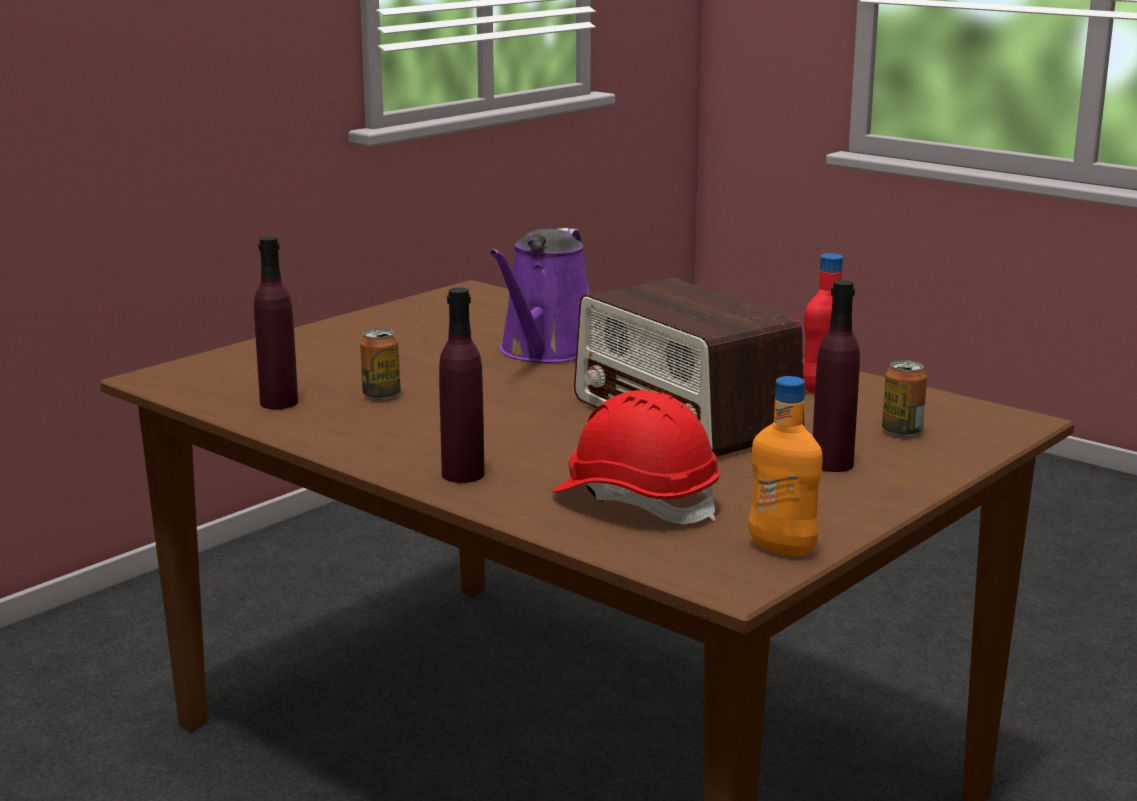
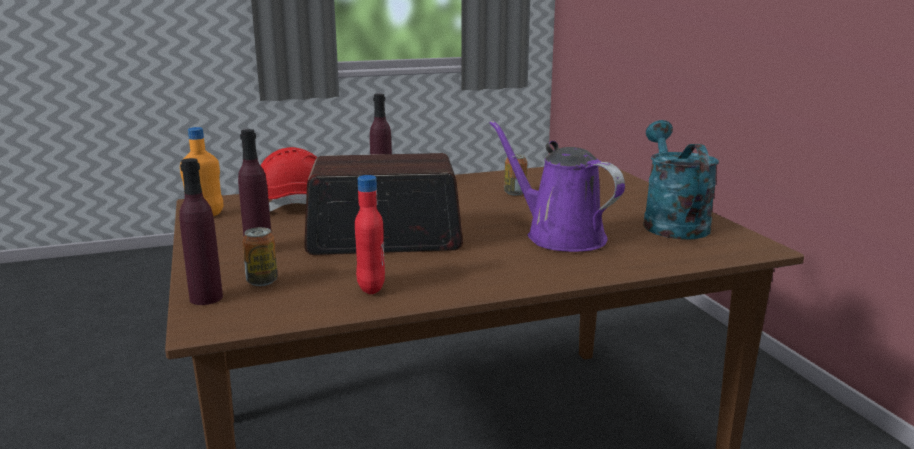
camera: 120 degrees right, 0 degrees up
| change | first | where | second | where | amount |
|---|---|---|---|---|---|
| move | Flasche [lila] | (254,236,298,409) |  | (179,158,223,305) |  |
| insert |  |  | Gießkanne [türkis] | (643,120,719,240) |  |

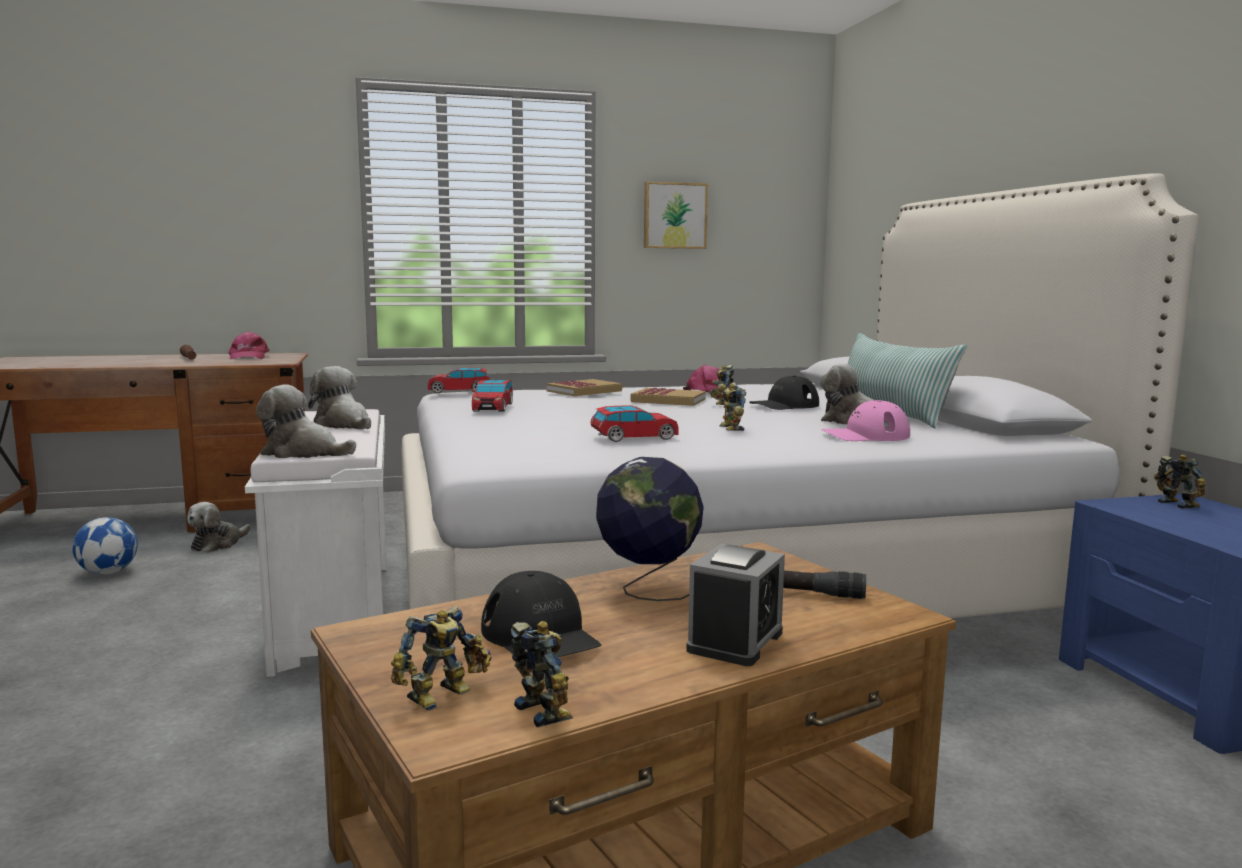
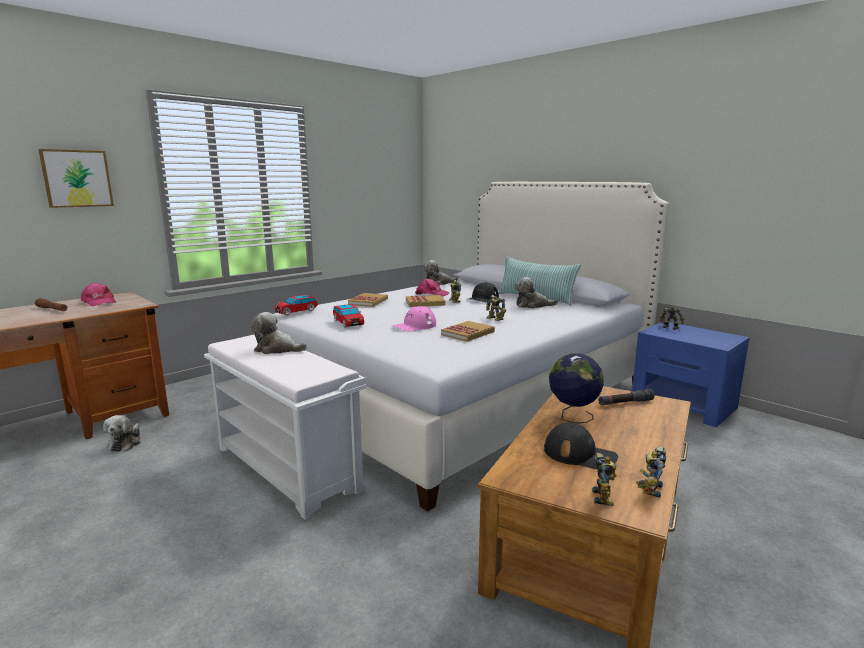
camera: 30 degrees left, 5 degrees up
| change | first | where | second | where | amount |
|---|---|---|---|---|---|
| move | Bild | (644,181,708,249) |  | (39,149,114,208) |  |
| move | Kappe [rosa] | (821,400,910,441) |  | (392,306,436,332) |  |
| move | Plüschtier | (256,385,356,458) |  | (423,260,458,285) |  |
| replace | Spielzeugauto | (590,405,679,442) | Buch | (441,321,495,342) |  |
| rotate | Spielzeugroboter | (511,621,573,728) |  | (636,446,666,498) | 90 degrees counterclockwise |
| delete | Fußball | (72,517,138,574) |  |  |  |
| delete | Wecker | (686,544,785,666) |  |  |  |

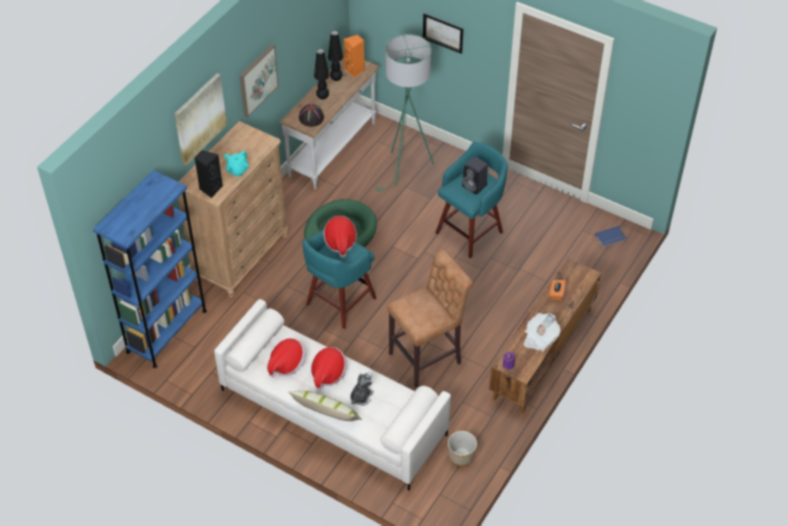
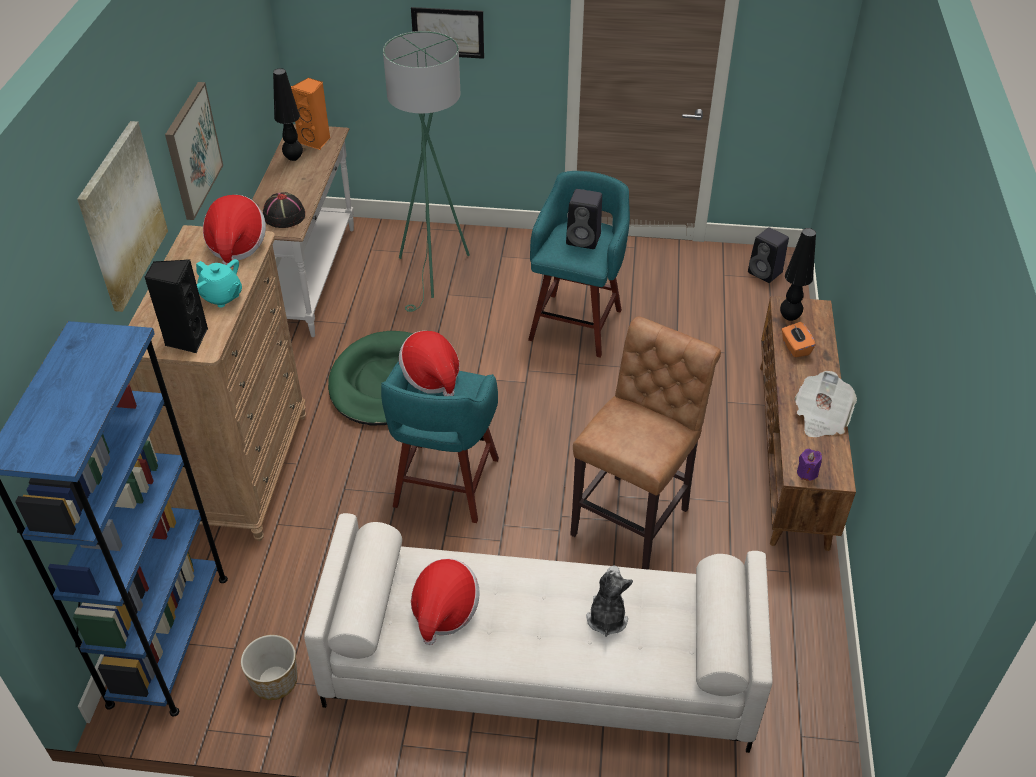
camera: 25 degrees left, 5 degrees down
| change | first | where | second | where | amount |
|---|---|---|---|---|---|
| rotate | Teekanne [türkis] | (224,150,249,177) |  | (196,259,242,308) | 60 degrees counterclockwise |
| move | Hut | (311,347,347,390) |  | (203,195,266,268) |  |
| move | Pflanzkübel | (448,431,477,466) |  | (241,635,298,700) |  |
| replace | Buch [blau] | (595,226,627,248) | Lautsprecher [schwarz] | (748,227,789,283) |  |
| move | Tischlampe [schwarz] | (314,49,330,100) |  | (780,228,816,321) |  |
| delete | Kissen | (289,390,362,421) |  |  |  |

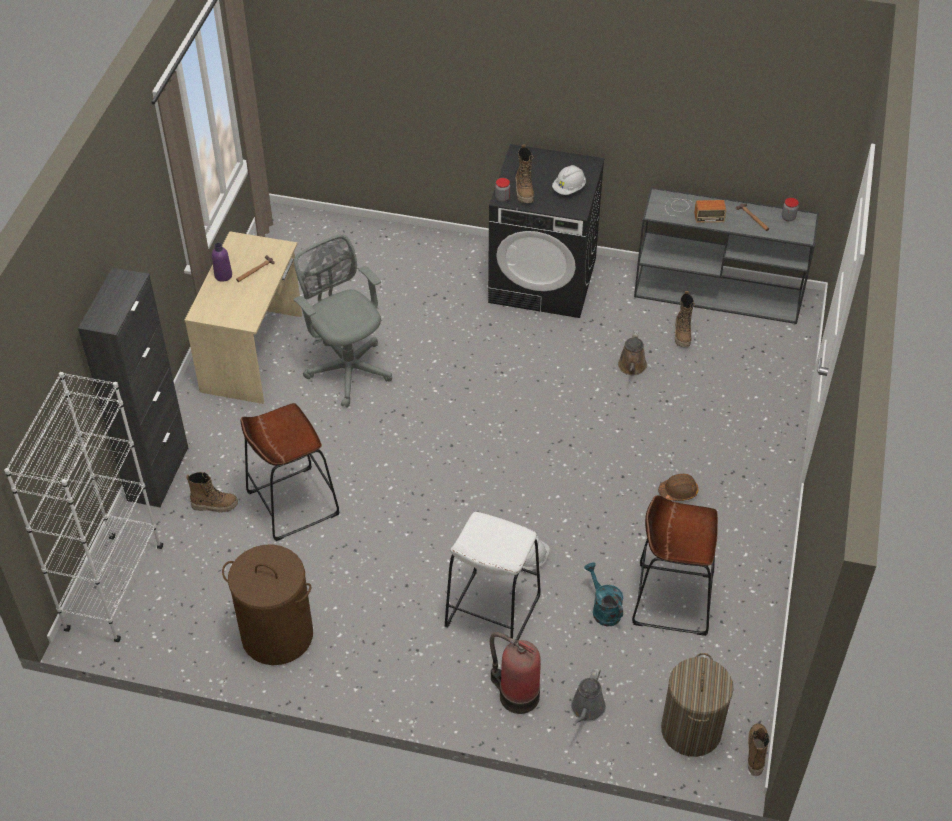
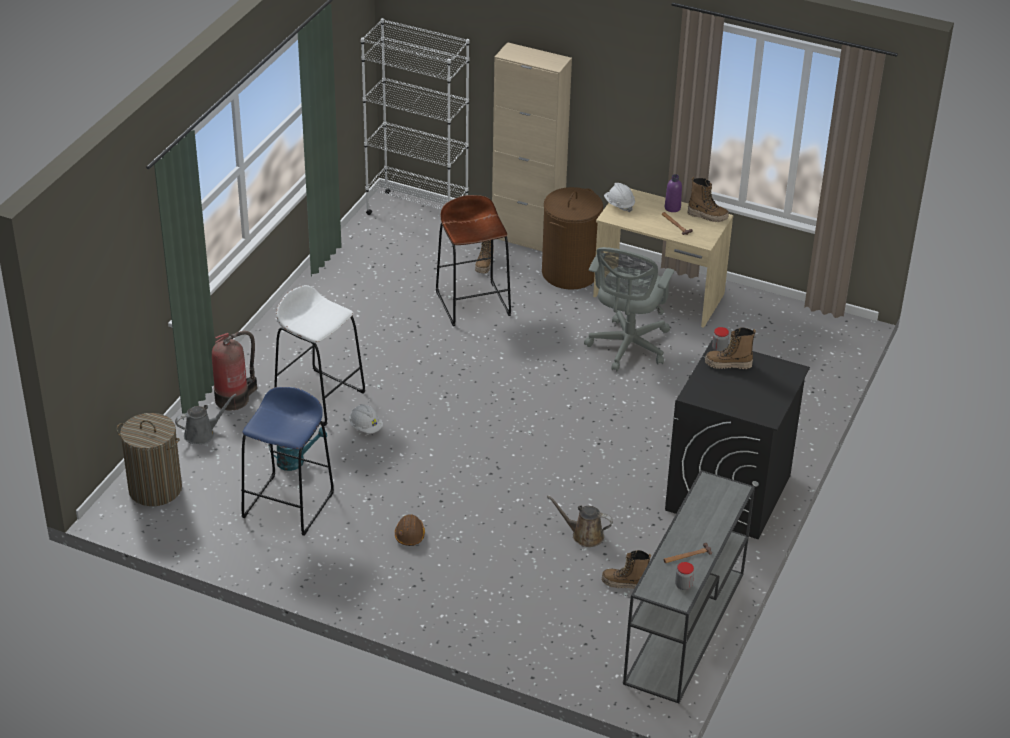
camera: 100 degrees right, 10 degrees down
| change | first | where | second | where | amount |
|---|---|---|---|---|---|
| rotate | Gießkanne [grau] | (571,668,606,726) |  | (175,394,237,444) | 120 degrees clockwise |
| recolor | Hocker [braun] | (632,495,718,636) | Hocker [blau] | (241,387,334,536) |  |
| recolor | Schrank [schwarz] | (78,268,188,508) | Schrank [beige] | (492,42,572,252) |  |
| move | Wäschekorb [braun] | (222,544,313,665) |  | (542,187,603,290) |  |
| rotate | Bürostuhl [grau] | (293,234,392,408) |  | (584,247,674,371) | 135 degrees clockwise |
| move | Schutzhelm [weiß] | (552,165,586,195) |  | (604,183,635,212) |  |
| move | Stiefel | (748,723,770,776) |  | (687,177,729,222) |  |
| delete | Radio | (665,198,726,223) |  |  |  |

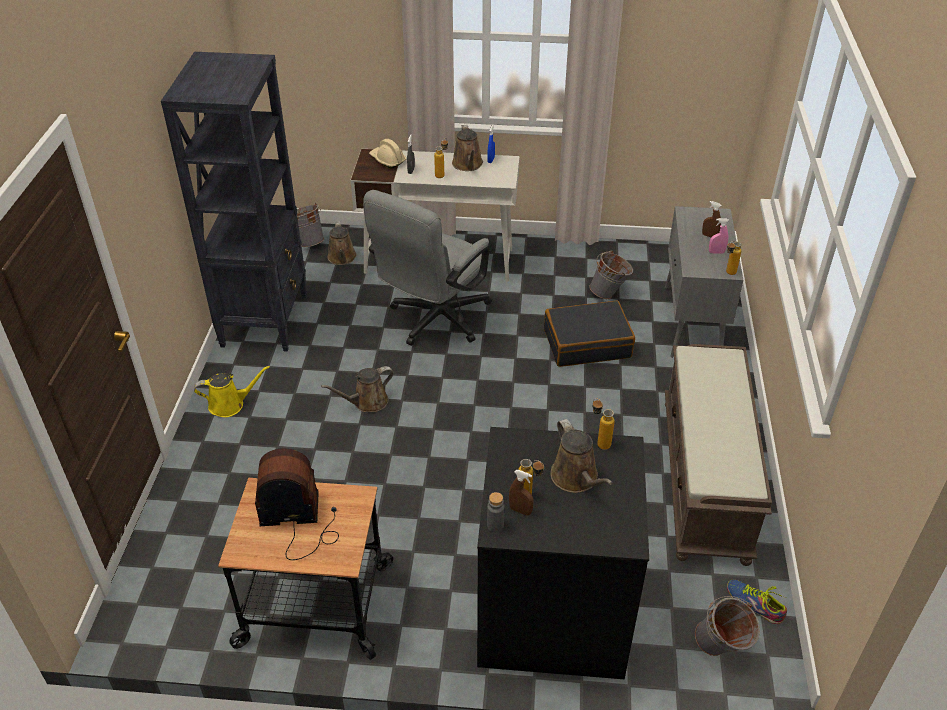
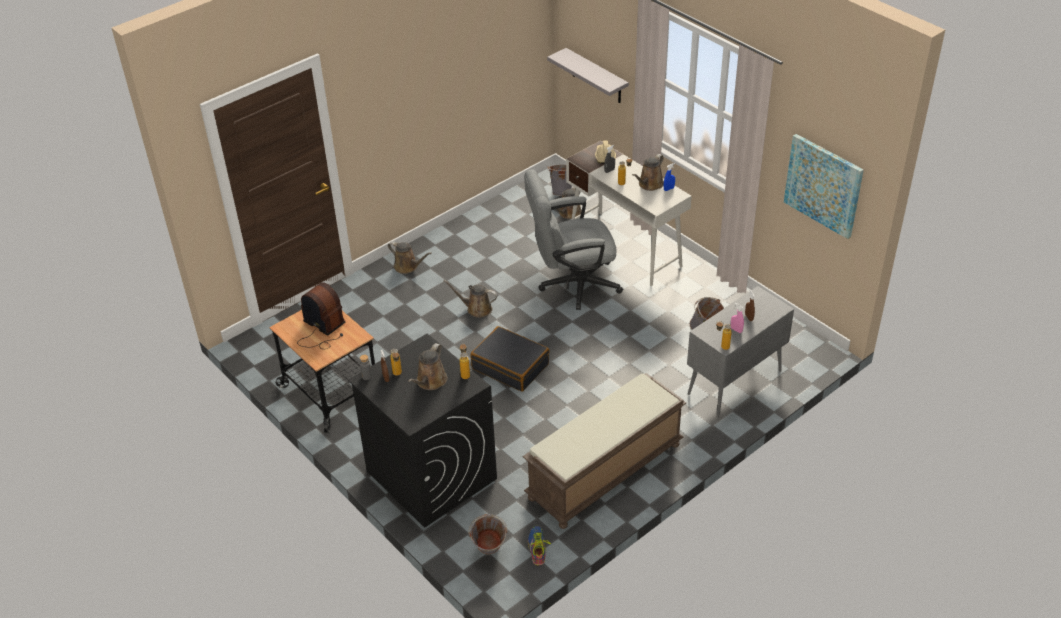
camera: 45 degrees right, 0 degrees up
| change | first | where | second | where | amount |
|---|---|---|---|---|---|
| recolor | Gießkanne [gelb] | (194,366,270,417) | Gießkanne [braun] | (388,241,432,274) |  |
| move | Koffer [schwarz] | (544,300,635,367) |  | (470,326,550,392) |  |
| insert |  |  | Wandregal [grau] | (547,48,629,103) |  |
| insert |  |  | Bild | (784,134,864,239) |  |
| delete | Bücherregal [schwarz] | (161,52,307,352) |  |  |  |

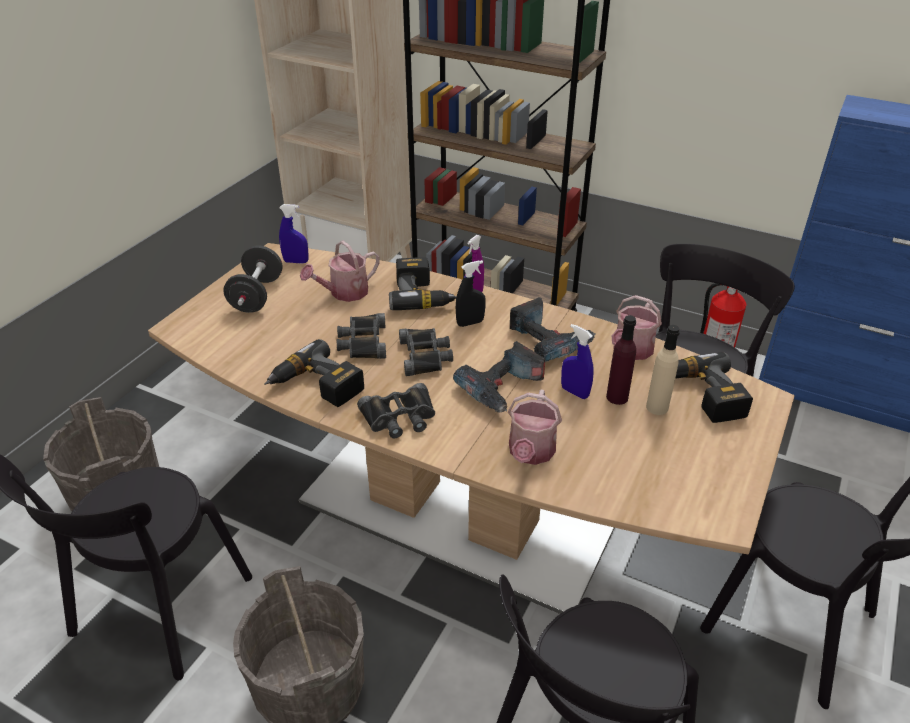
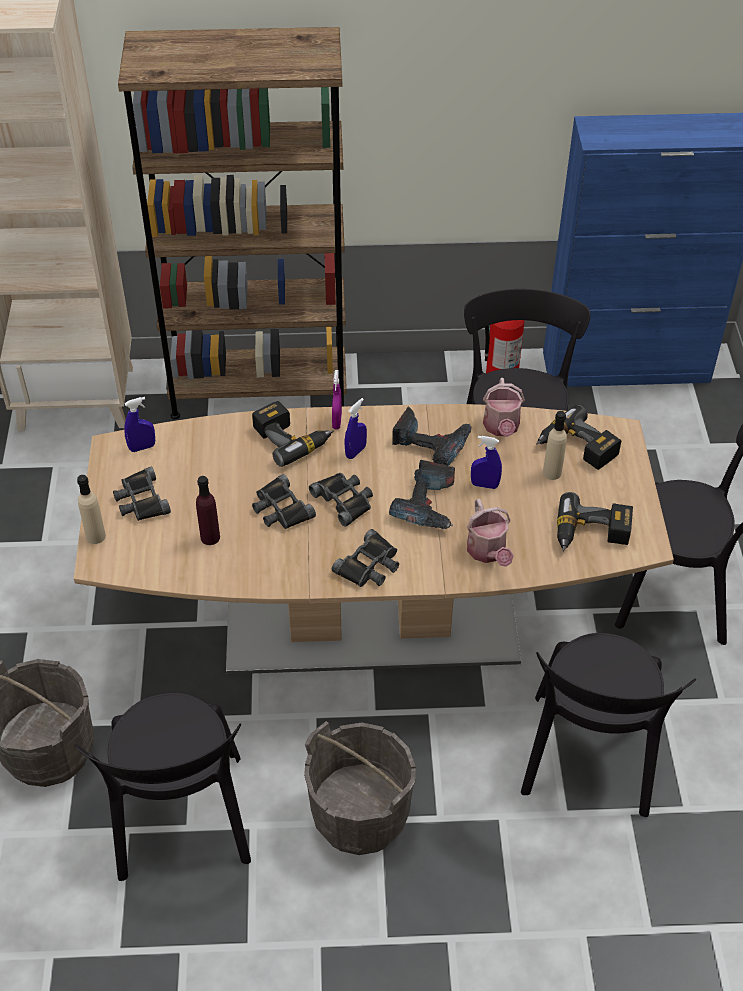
camera: 30 degrees left, 10 degrees up
| change | first | where | second | where | amount |
|---|---|---|---|---|---|
| insert |  |  | Flasche [beige] | (77,475,106,544) |  |
| replace | Hantel [schwarz] | (223,245,283,313) | Fernglas [schwarz] | (113,467,171,521) |  |
| move | Flasche [lila] | (606,315,636,405) |  | (196,476,220,545) |  |
| recolor | Sprühflasche [schwarz] | (456,260,486,327) | Sprühflasche [blau] | (345,398,367,459) |  |
| move | Bohrmaschine | (264,339,364,407) |  | (557,492,633,551) |  |
| delete | Gießkanne | (300,241,380,302) |  |  |  |

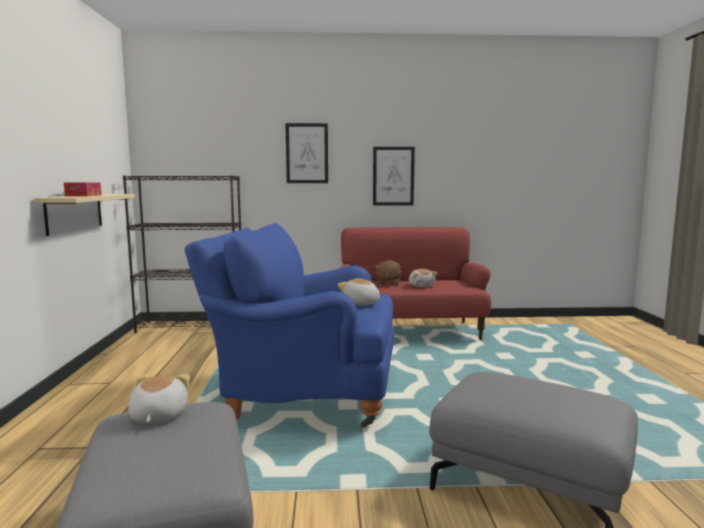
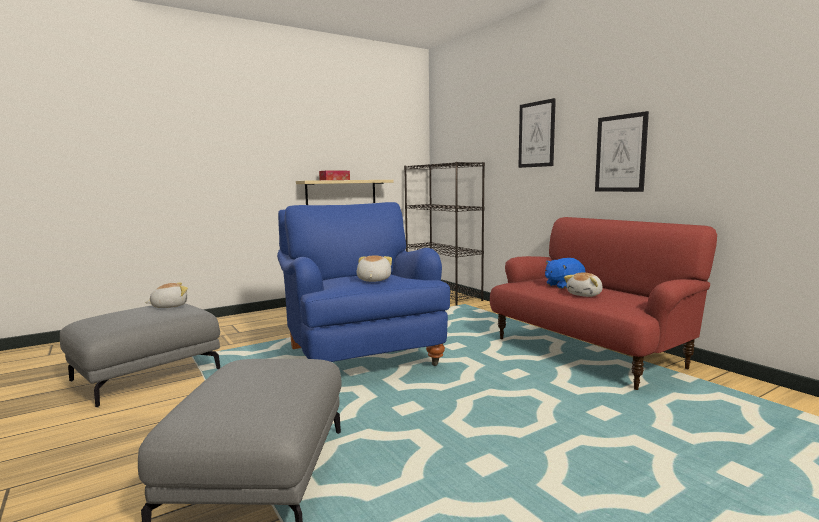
camera: 60 degrees right, 0 degrees up
| change | first | where | second | where | amount |
|---|---|---|---|---|---|
| recolor | Plüschtier [braun] | (375,260,401,286) | Plüschtier [blau] | (545,258,585,289) |  |

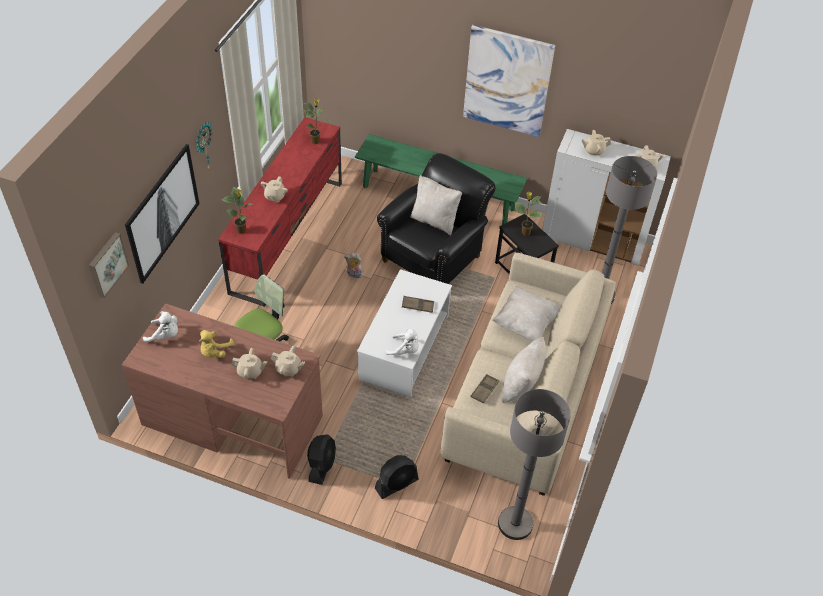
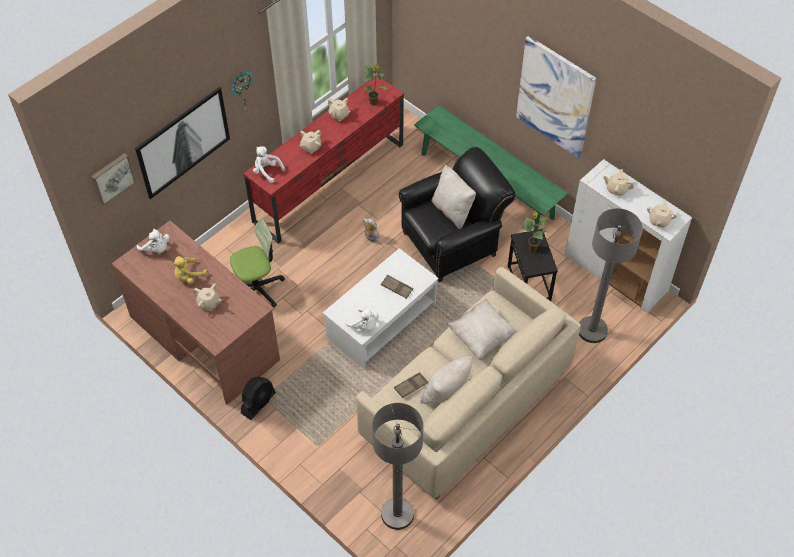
camera: 25 degrees right, 5 degrees up
| change | first | where | second | where | amount |
|---|---|---|---|---|---|
| replace | Topfpflanze | (222,186,253,234) | Plüschtier [weiß] | (253,146,285,183) |  |
| move | Teekanne [beige] | (271,346,305,377) |  | (328,98,350,121) |  |
| delete | Ventilator [schwarz] | (375,455,419,499) |  |  |  |

